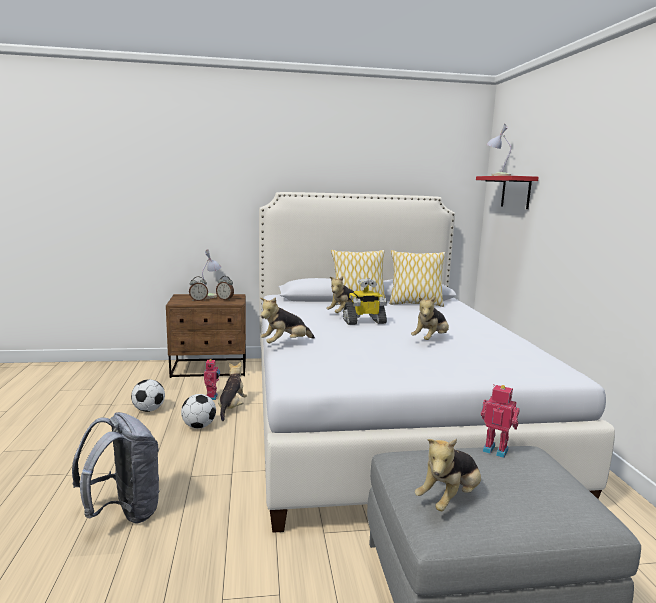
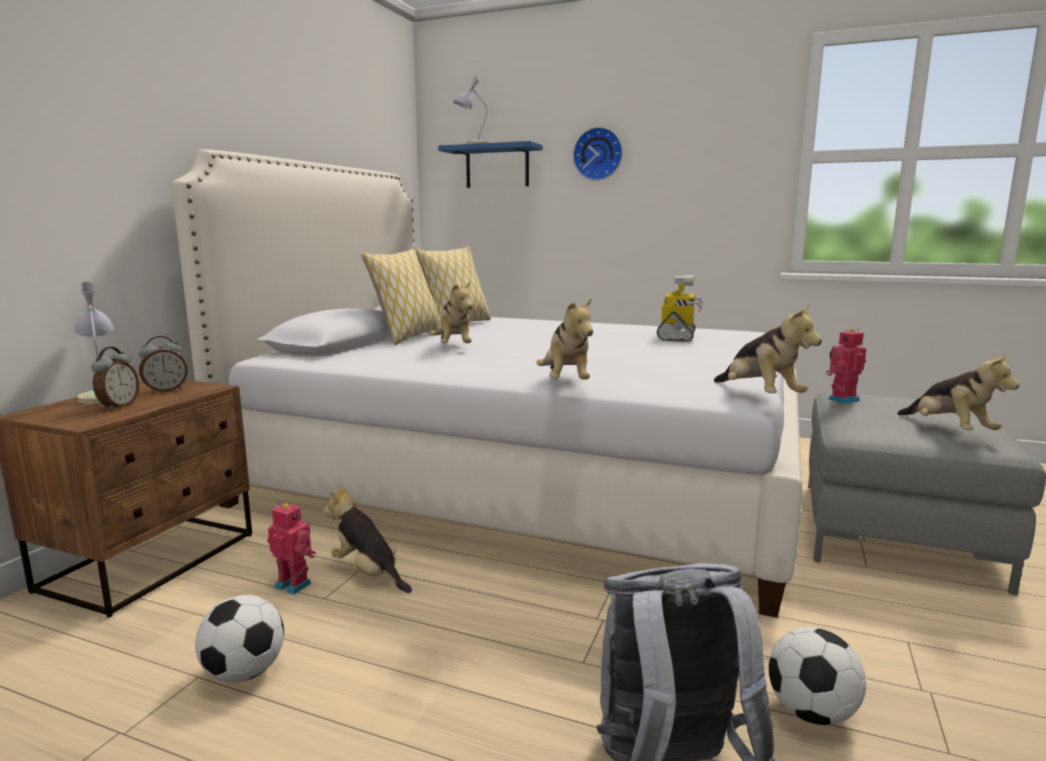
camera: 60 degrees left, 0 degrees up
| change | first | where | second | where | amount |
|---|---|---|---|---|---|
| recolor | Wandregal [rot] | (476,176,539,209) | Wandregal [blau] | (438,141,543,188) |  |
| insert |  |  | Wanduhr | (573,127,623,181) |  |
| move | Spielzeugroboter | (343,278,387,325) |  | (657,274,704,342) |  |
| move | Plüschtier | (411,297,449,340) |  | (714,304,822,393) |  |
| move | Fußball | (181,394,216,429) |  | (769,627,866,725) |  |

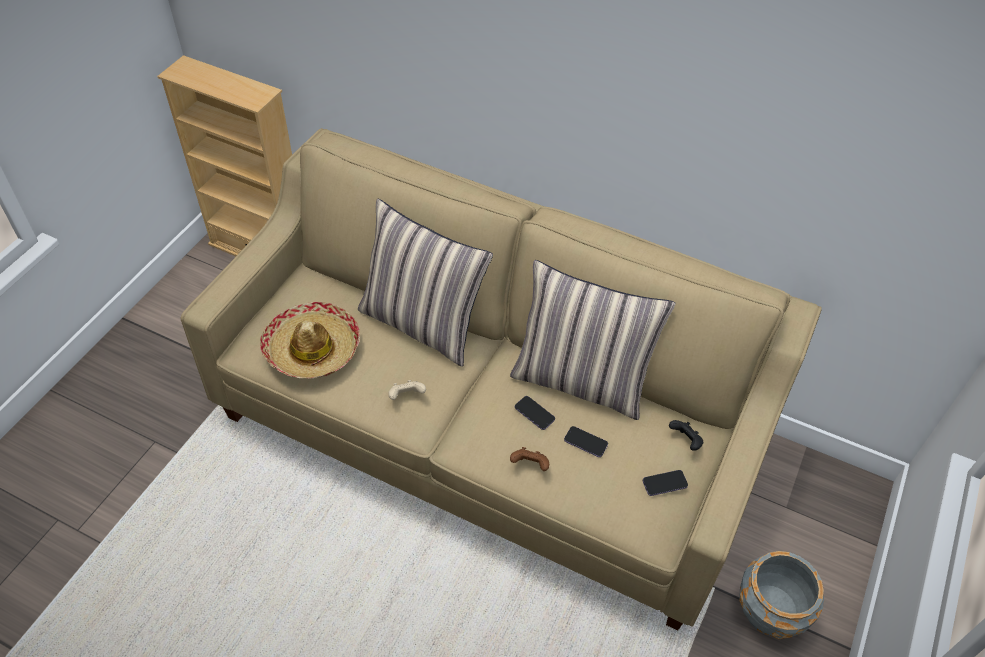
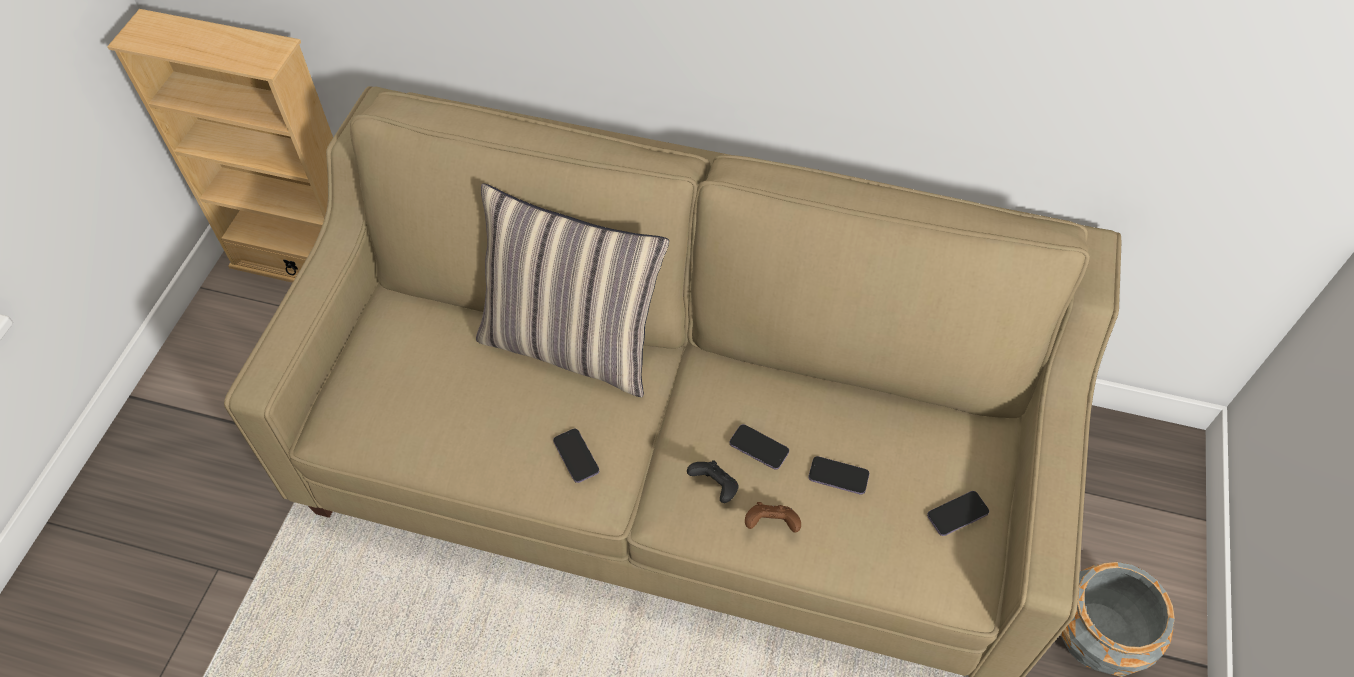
camera: 10 degrees left, 5 degrees up
| change | first | where | second | where | amount |
|---|---|---|---|---|---|
| replace | Gamepad [beige] | (388,380,426,400) | Handy | (553,429,599,483) |  |
| move | Gamepad [schwarz] | (669,420,703,451) |  | (687,460,739,503) |  |
| delete | Hut | (260,302,360,379) |  |  |  |
| delete | Kissen | (510,260,676,420) |  |  |  |

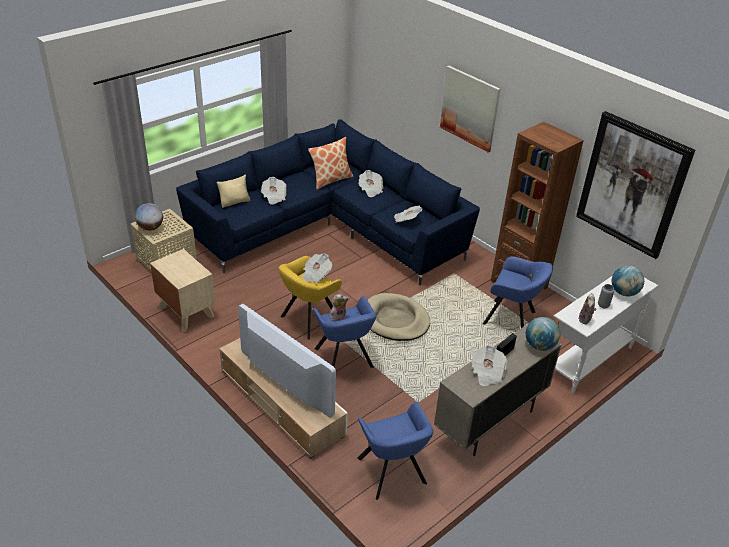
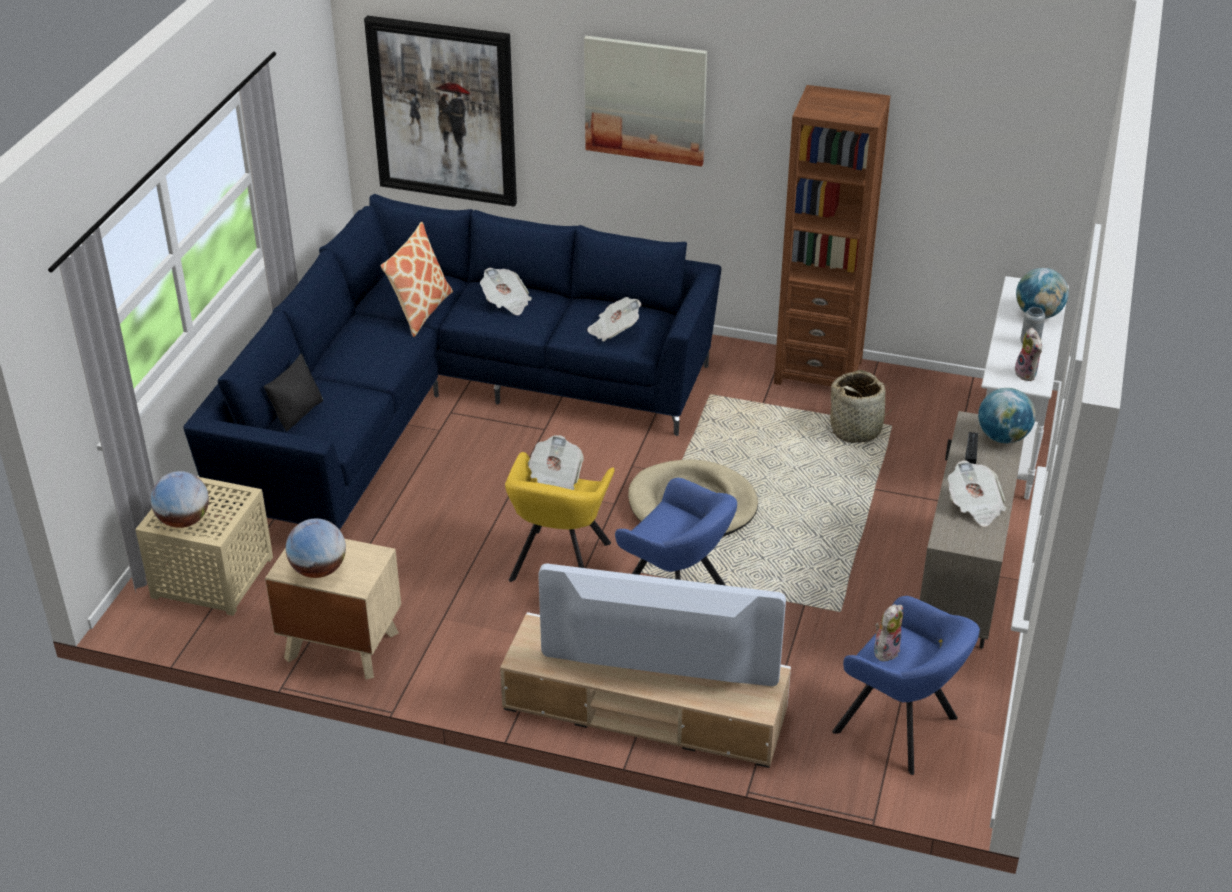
camera: 30 degrees left, 0 degrees up
| change | first | where | second | where | amount |
|---|---|---|---|---|---|
| recolor | Kissen [beige] | (216,175,251,208) | Kissen [schwarz] | (264,354,323,431) |  |
| insert |  |  | Globus | (286,518,346,578) |  |
| move | Bild | (576,111,695,259) |  | (364,15,517,207) |  |
| replace | Sessel [blau] | (483,256,553,328) | Korb | (826,370,895,443) |  |
| move | Plüschtier | (331,294,349,322) |  | (874,604,903,661) |  |
| delete | Zeitung | (261,177,286,205) |  |  |  |

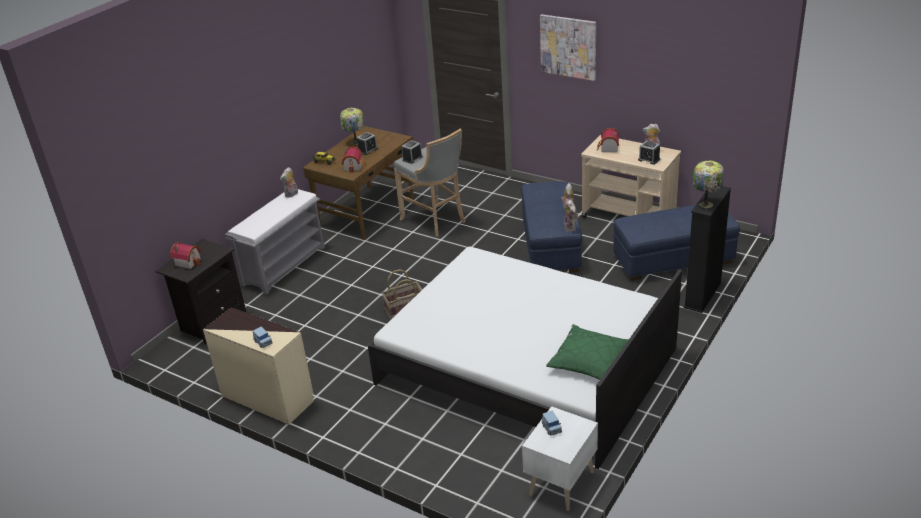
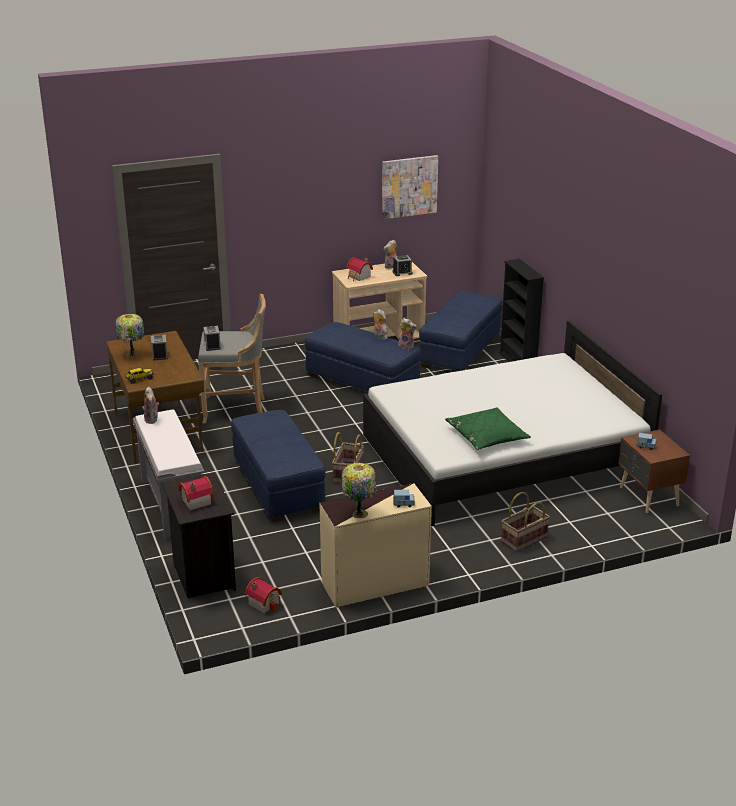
camera: 55 degrees left, 5 degrees down
| change | first | where | second | where | amount |
|---|---|---|---|---|---|
| insert |  |  | Polsterhocker [blau] | (231,410,326,522) |  |
| move | Spielzeughaus | (342,146,366,173) |  | (245,577,282,614) |  |
| move | Tischlampe | (693,161,724,208) |  | (342,463,376,518) |  |
| move | Bild | (540,14,596,81) |  | (382,155,438,219) |  |
| move | Kissen [grün] | (546,324,629,380) |  | (445,408,531,450) |  |
| insert |  |  | Korb | (501,492,550,552) |  |
| recolor | Nachttisch [weiß] | (522,406,598,511) | Nachttisch [braun] | (618,430,690,513) |  |

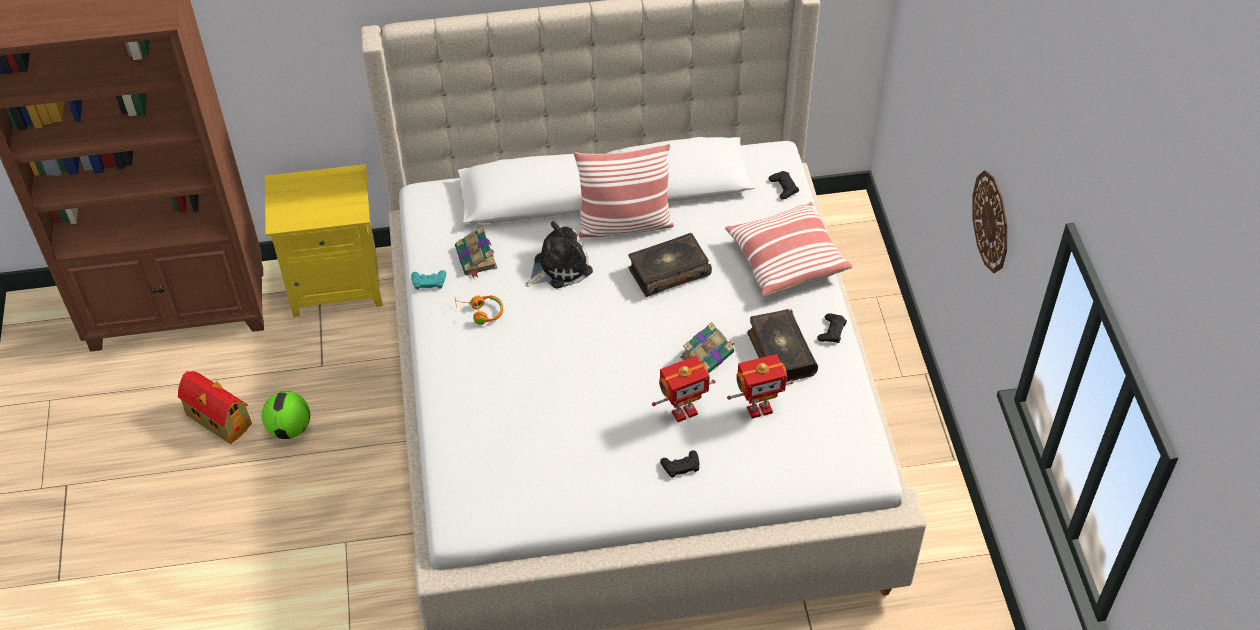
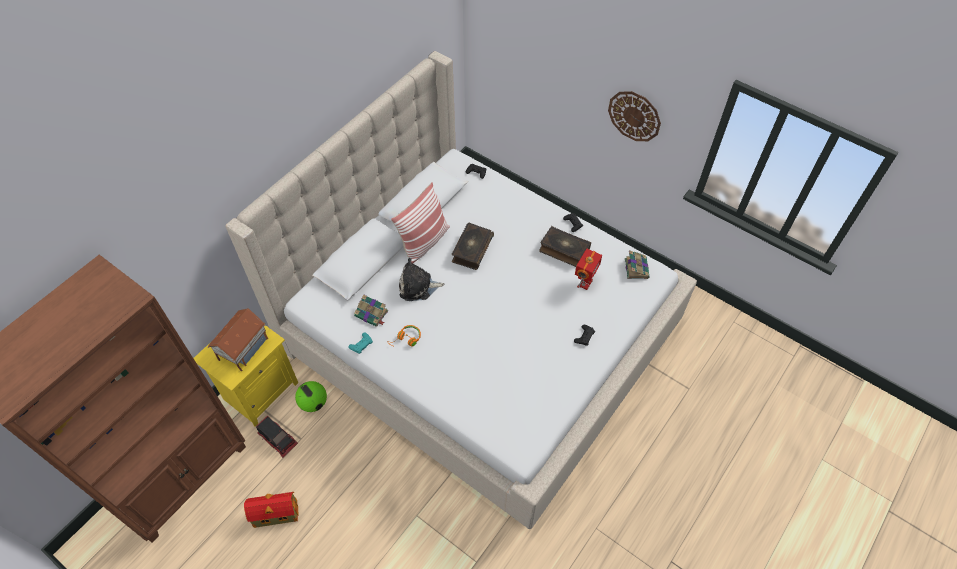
camera: 45 degrees left, 5 degrees up
| change | first | where | second | where | amount |
|---|---|---|---|---|---|
| insert |  |  | Spielzeughaus | (208,308,268,371) |  |
| insert |  |  | Spielzeuglaster | (256,416,298,458) |  |
| move | Fußball | (261,391,310,439) |  | (295,381,327,412) |  |
| rotate | Plüschtier | (525,221,593,289) |  | (399,258,445,301) | 105 degrees counterclockwise |
| move | Buch | (680,322,735,373) |  | (625,250,650,279) |  |
| delete | Spielzeugroboter | (652,356,716,422) |  |  |  |
| delete | Kissen | (725,202,853,297) |  |  |  |

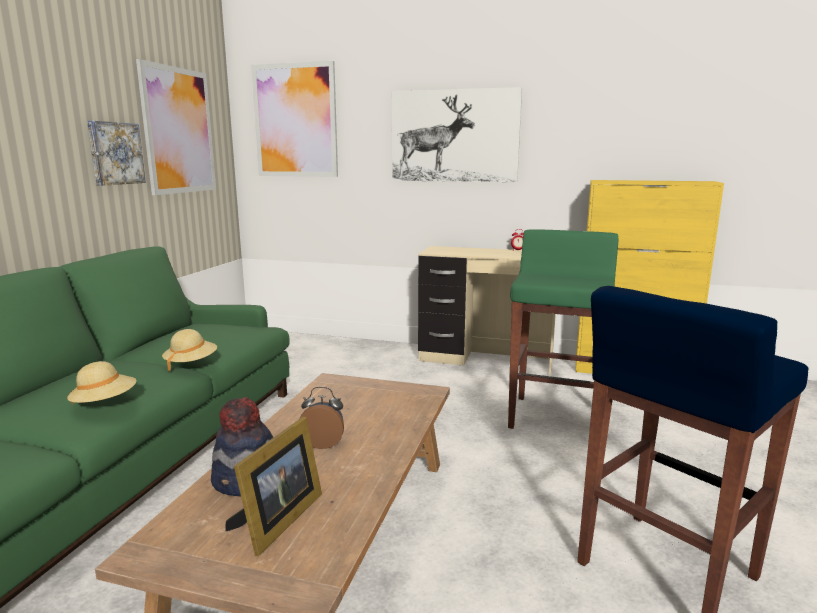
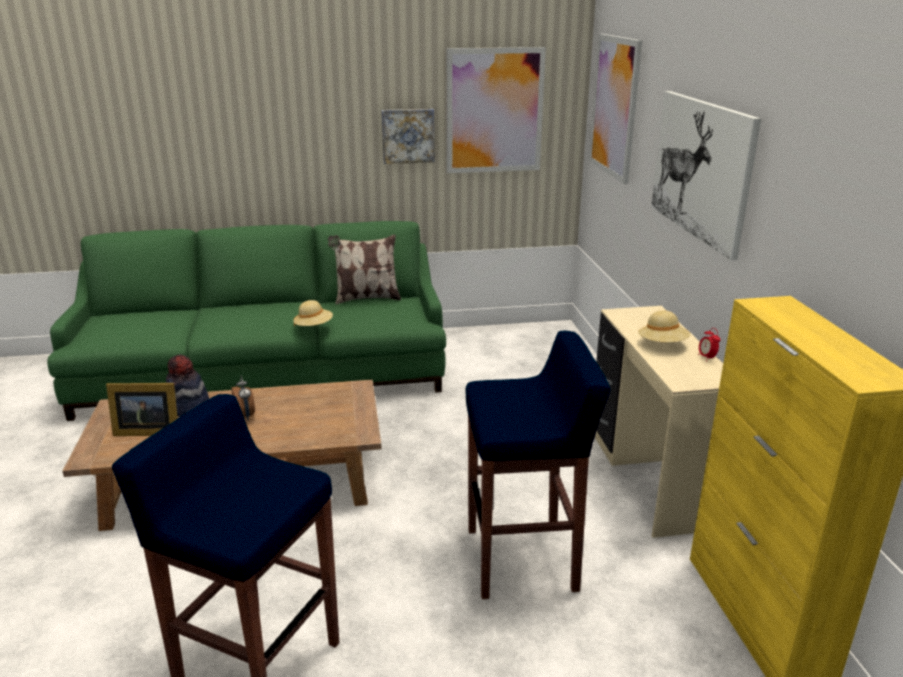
camera: 65 degrees right, 10 degrees up
| change | first | where | second | where | amount |
|---|---|---|---|---|---|
| insert |  |  | Kissen | (328,234,401,305) |  |
| recolor | Hocker [grün] | (508,229,618,429) | Hocker [blau] | (466,331,610,599) |  |
| move | Hut [beige] | (67,361,136,405) |  | (638,310,691,342) |  |

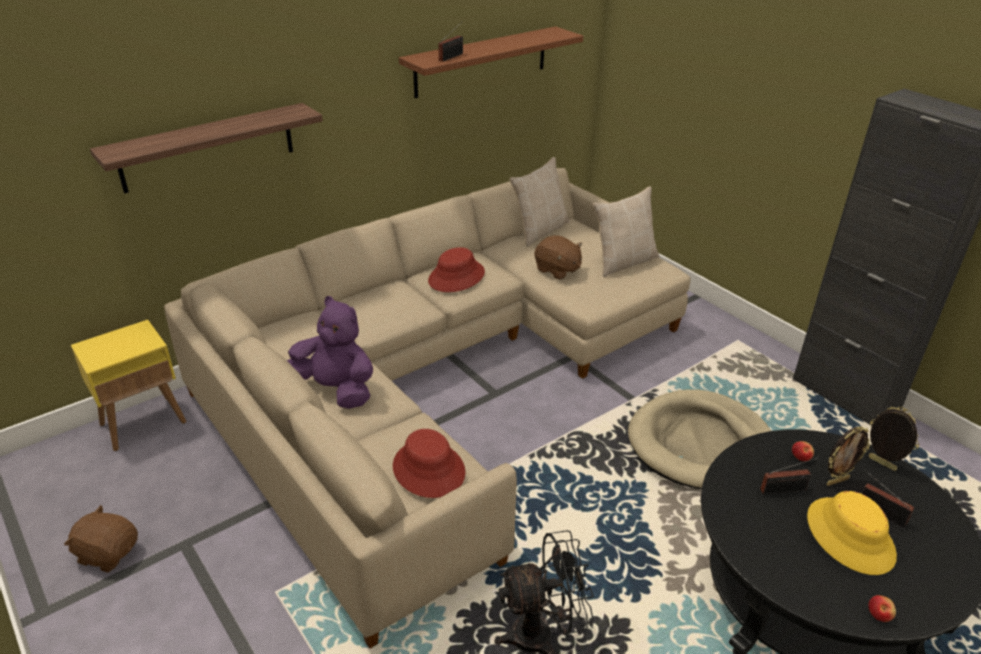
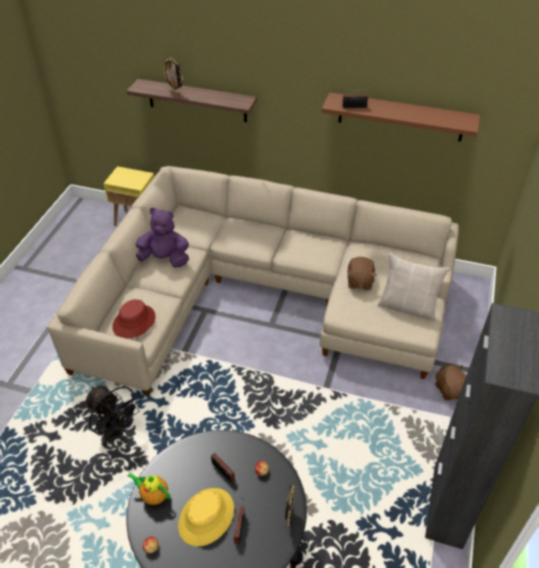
camera: 55 degrees right, 10 degrees up
| change | first | where | second | where | amount |
|---|---|---|---|---|---|
| insert |  |  | Teekanne | (127,472,171,505) |  |
| rotate | Plüschtier [lila] | (287,296,373,409) |  | (136,208,189,268) | 75 degrees counterclockwise |
| move | Bilderrahmen | (826,427,870,486) |  | (163,58,183,95) |  |
| move | Plüschtier [braun] | (64,505,138,573) |  | (435,365,466,400) |  |
| delete | Hut [rot] | (428,247,485,292) |  |  |  |
| delete | Kissen [beige] | (510,157,570,247) |  |  |  |
| delete | Hundebett [beige] | (628,389,771,489) |  |  |  |

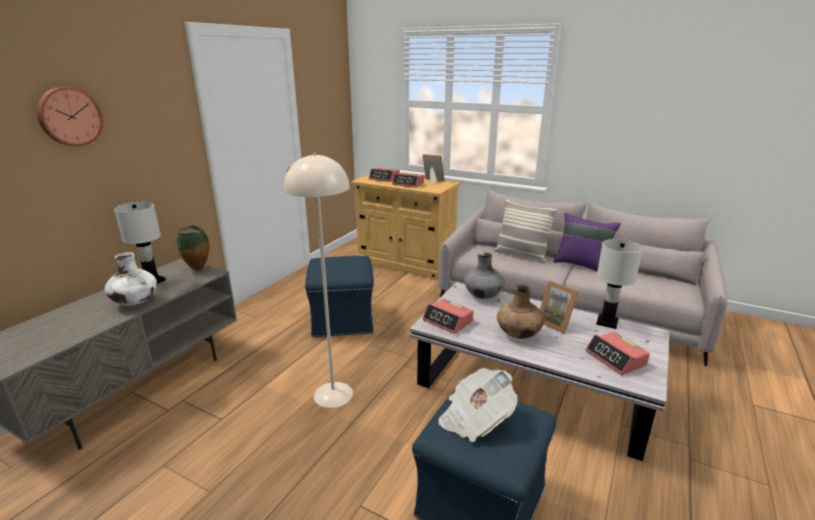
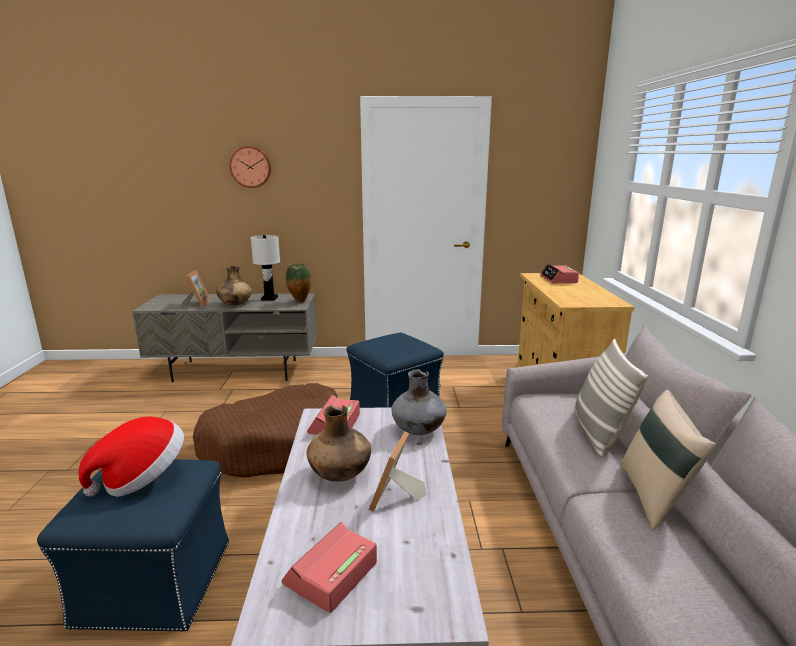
camera: 60 degrees right, 5 degrees down
| change | first | where | second | where | amount |
|---|---|---|---|---|---|
| replace | Zeitung | (438,368,518,442) | Hut | (78,417,184,497) |  |
| move | Bilderrahmen | (423,154,444,185) |  | (181,270,211,307) |  |
| replace | Stehlampe [beige] | (284,153,353,408) | Hundebett [braun] | (193,383,338,478) |  |
| recolor | Vase [weiß] | (104,252,157,306) | Vase [braun] | (216,266,252,305) |  |
| recolor | Kissen [lila] | (553,213,621,271) | Kissen [beige] | (620,390,716,531) |  |
| delete | Wecker | (392,172,424,187) |  |  |  |
| delete | Tischlampe [weiß] | (596,239,643,329) |  |  |  |

